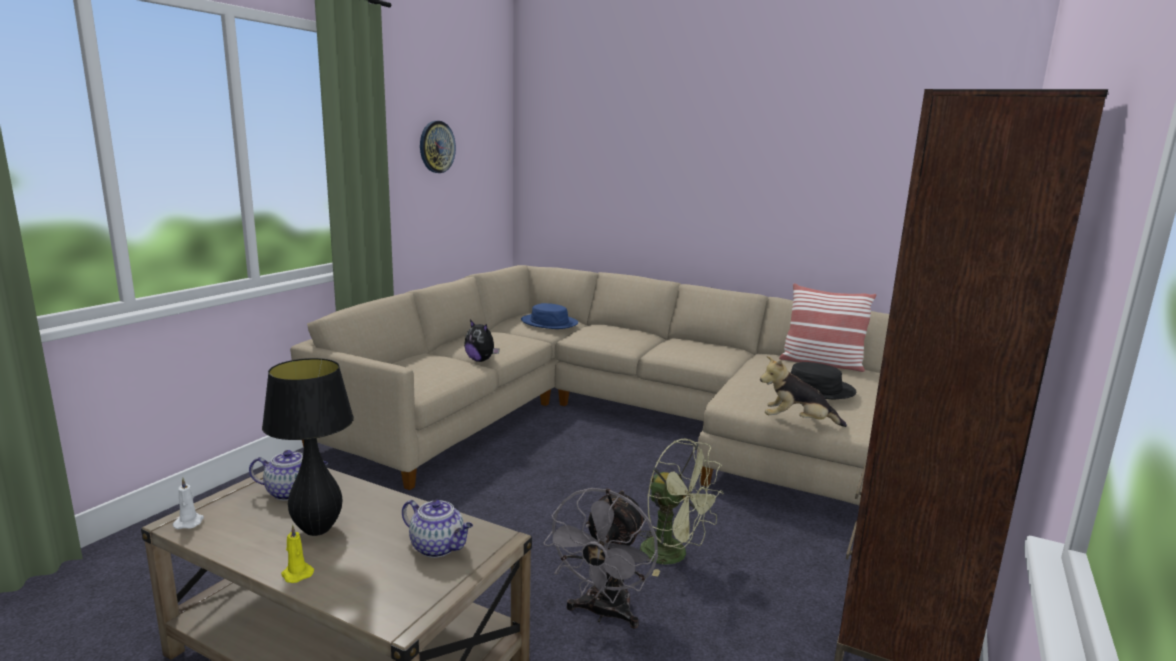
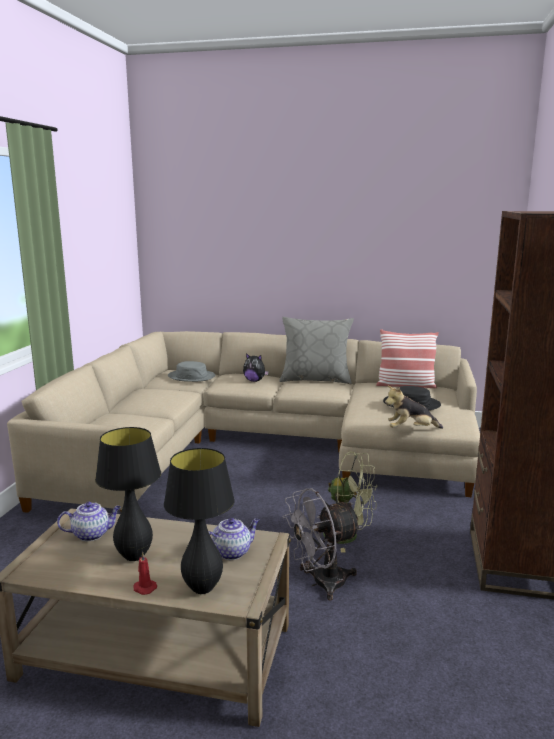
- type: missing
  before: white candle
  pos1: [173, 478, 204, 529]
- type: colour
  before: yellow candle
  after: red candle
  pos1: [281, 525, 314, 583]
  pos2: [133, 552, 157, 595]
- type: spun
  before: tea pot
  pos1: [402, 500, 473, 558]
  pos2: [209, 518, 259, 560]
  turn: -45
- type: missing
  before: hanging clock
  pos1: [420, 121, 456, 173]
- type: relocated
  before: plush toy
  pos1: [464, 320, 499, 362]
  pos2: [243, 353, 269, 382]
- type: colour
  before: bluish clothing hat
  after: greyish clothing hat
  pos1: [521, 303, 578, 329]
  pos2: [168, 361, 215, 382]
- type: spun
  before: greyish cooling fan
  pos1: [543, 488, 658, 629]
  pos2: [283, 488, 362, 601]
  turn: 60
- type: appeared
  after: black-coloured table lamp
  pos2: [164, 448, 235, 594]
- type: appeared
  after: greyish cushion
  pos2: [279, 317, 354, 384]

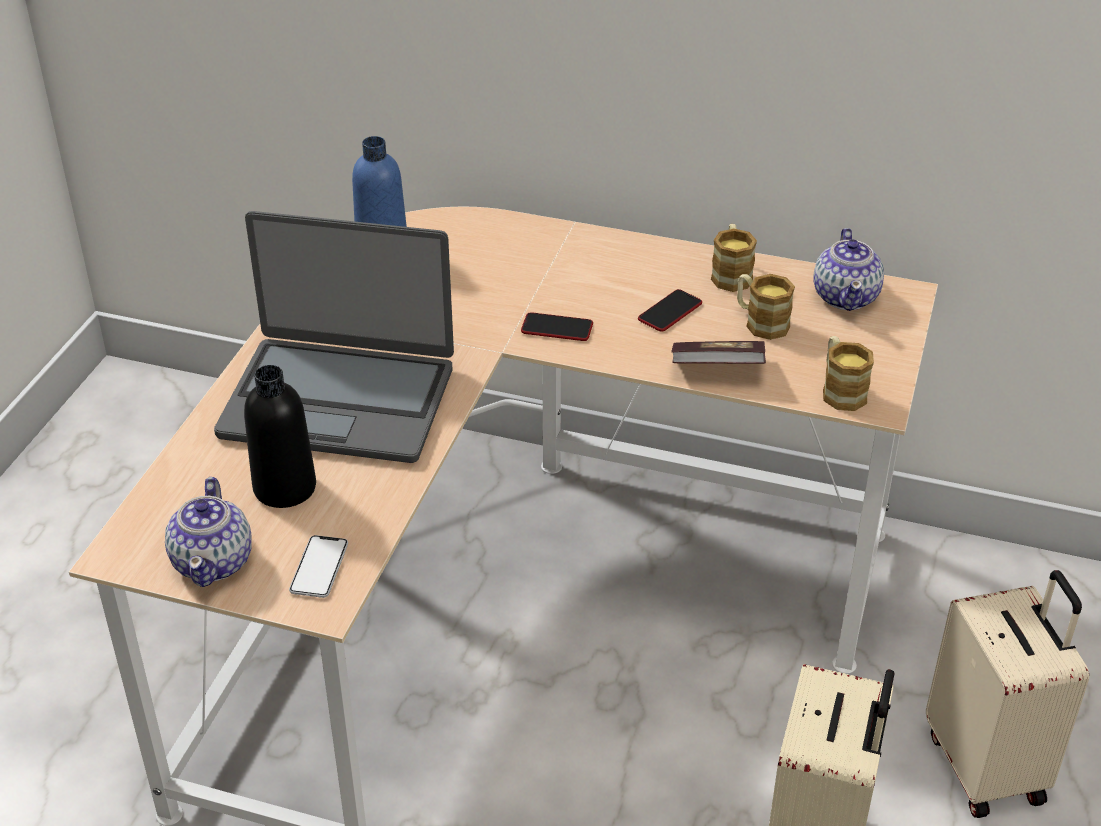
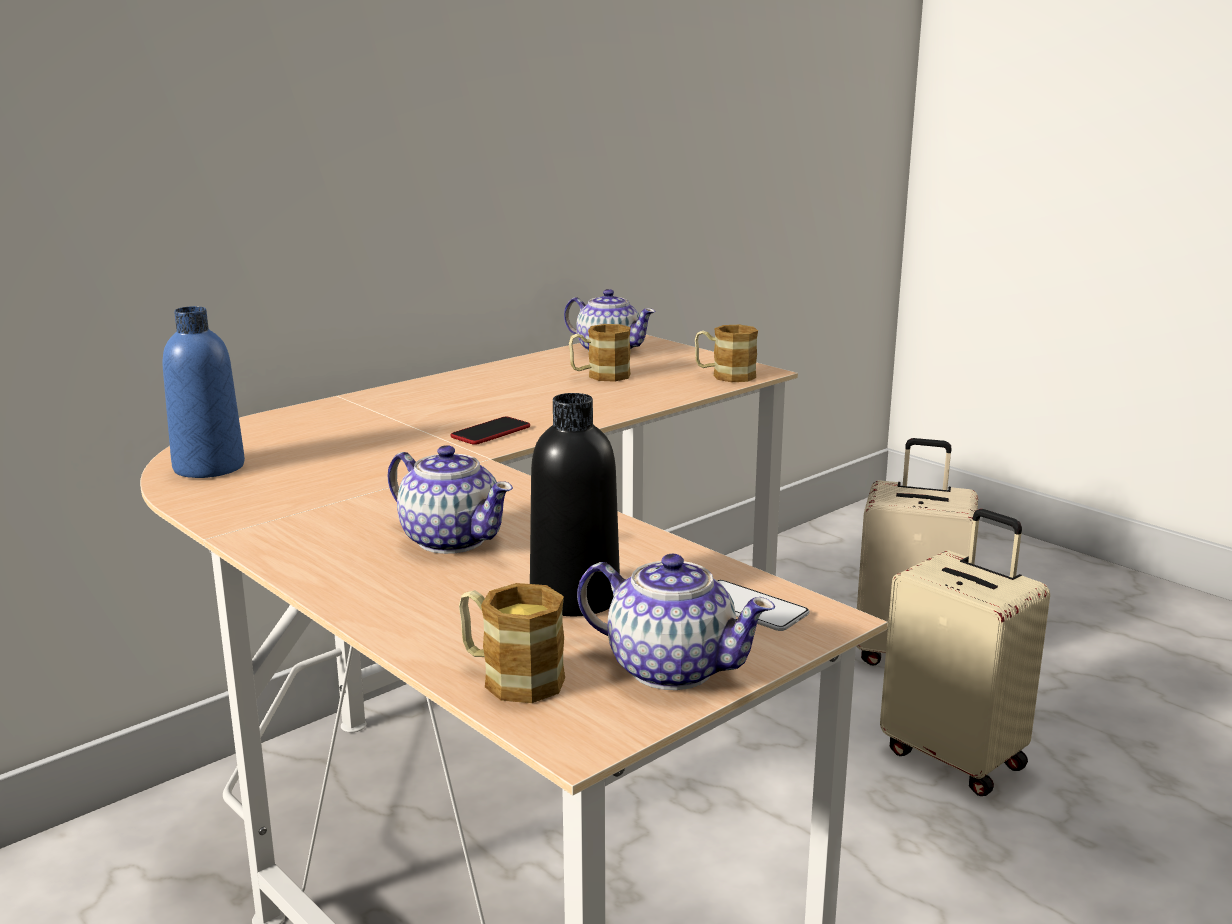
- type: exchanged
  before: portable computer
  after: tea pot
  pos1: [214, 211, 454, 463]
  pos2: [388, 445, 513, 554]
- type: missing
  before: phone
  pos1: [638, 289, 702, 332]
- type: missing
  before: volume
  pos1: [672, 341, 766, 364]
- type: relocated
  before: mug
  pos1: [711, 224, 757, 292]
  pos2: [459, 583, 565, 703]

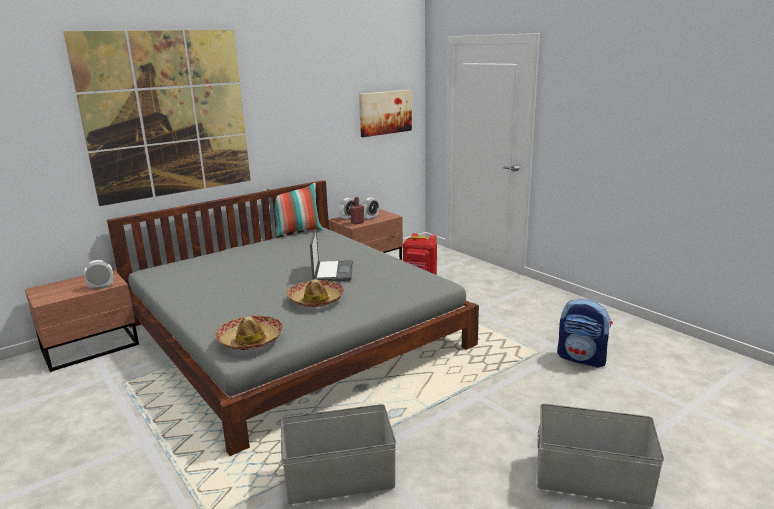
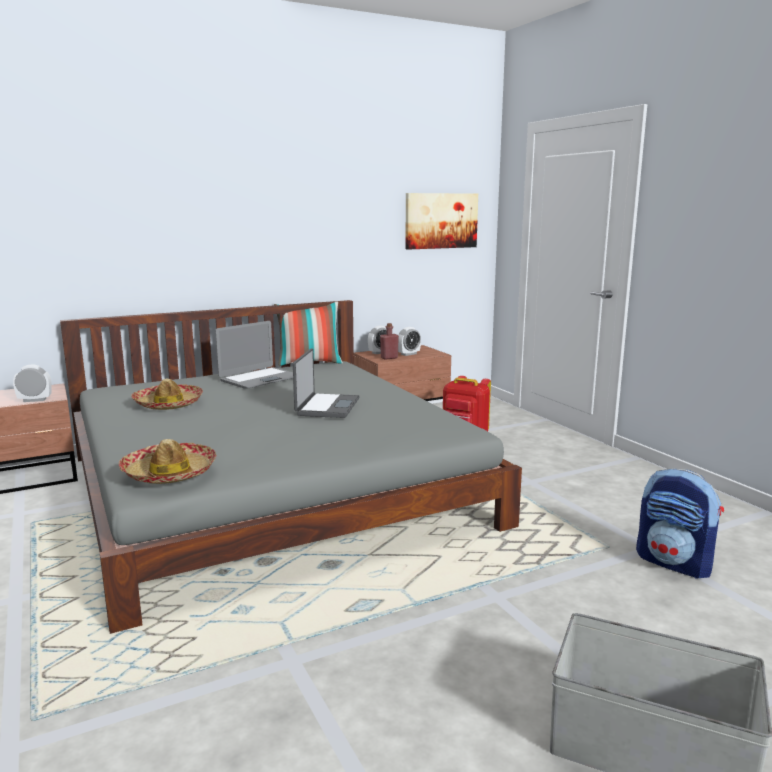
- type: missing
  before: wall picture
  pos1: [63, 30, 251, 206]
- type: missing
  before: greyish storage container
  pos1: [281, 404, 396, 504]
- type: relocated
  before: clothing hat
  pos1: [287, 279, 344, 307]
  pos2: [131, 379, 203, 410]
- type: appeared
  after: portable computer
  pos2: [215, 321, 293, 388]

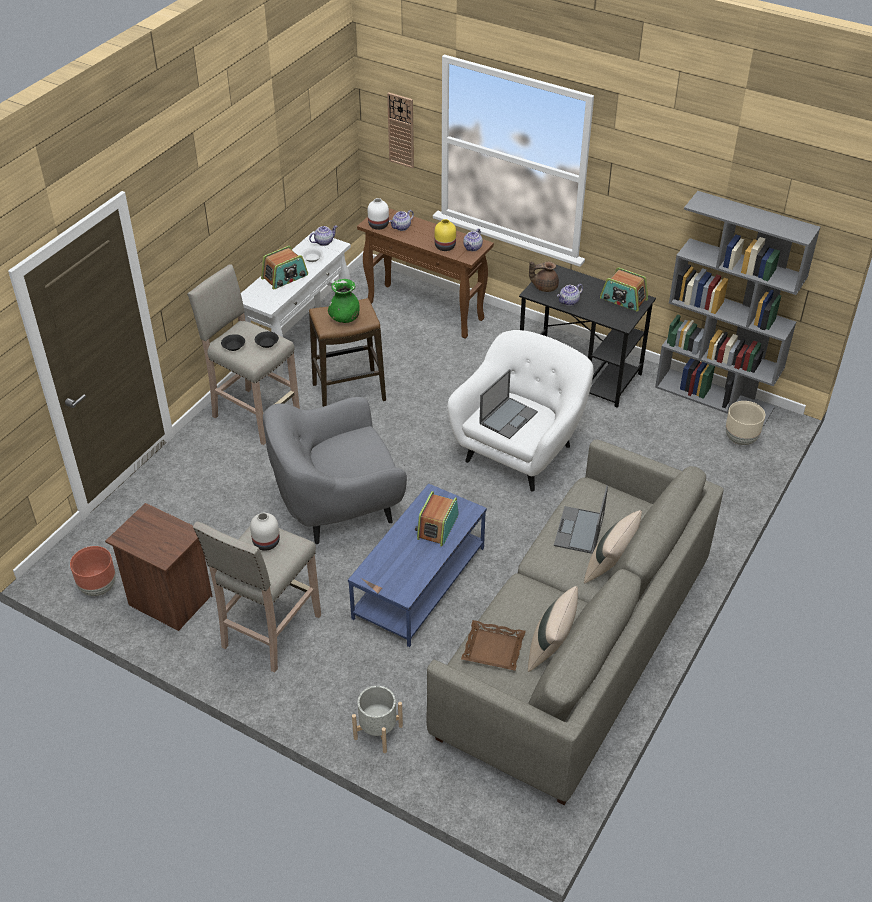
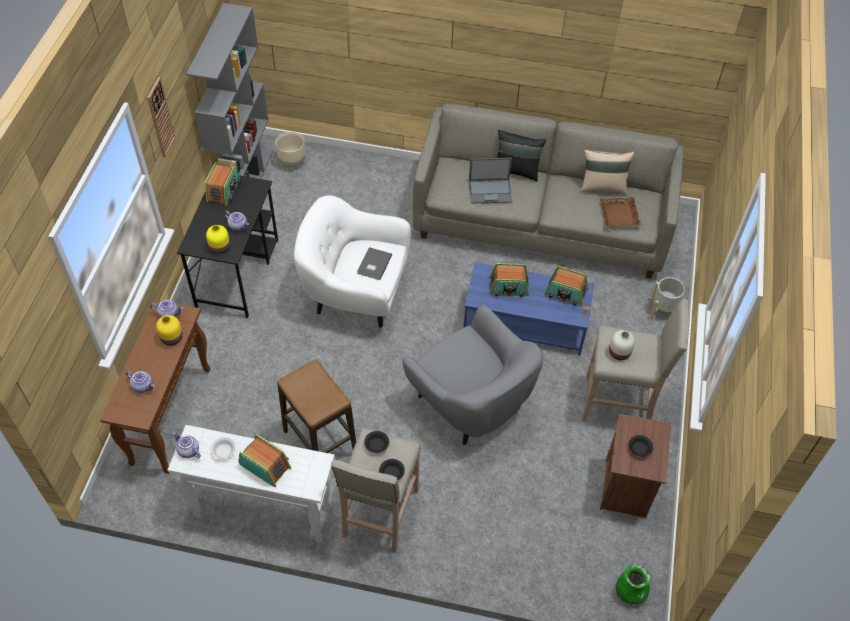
- type: missing
  before: brown plant pot
  pos1: [70, 546, 116, 596]
- type: relocated
  before: greenish flower vase
  pos1: [328, 279, 360, 323]
  pos2: [616, 564, 651, 604]
- type: missing
  before: white flower vase
  pos1: [368, 198, 389, 230]
- type: relocated
  before: hanging clock
  pos1: [387, 92, 414, 168]
  pos2: [147, 77, 175, 157]
- type: exchanged
  before: portable computer
  after: greyish volume
  pos1: [479, 369, 538, 439]
  pos2: [357, 247, 392, 280]
- type: exchanged
  before: brown tea pot
  after: yellow flower vase
  pos1: [529, 261, 559, 292]
  pos2: [206, 225, 230, 254]
- type: colour
  before: beige cushion
  after: black-coloured cushion
  pos1: [584, 510, 642, 584]
  pos2: [497, 130, 546, 181]
- type: appeared
  after: radio set
  pos2: [544, 266, 588, 306]
- type: appeared
  after: black-coloured serving bowl
  pos2: [629, 435, 653, 457]

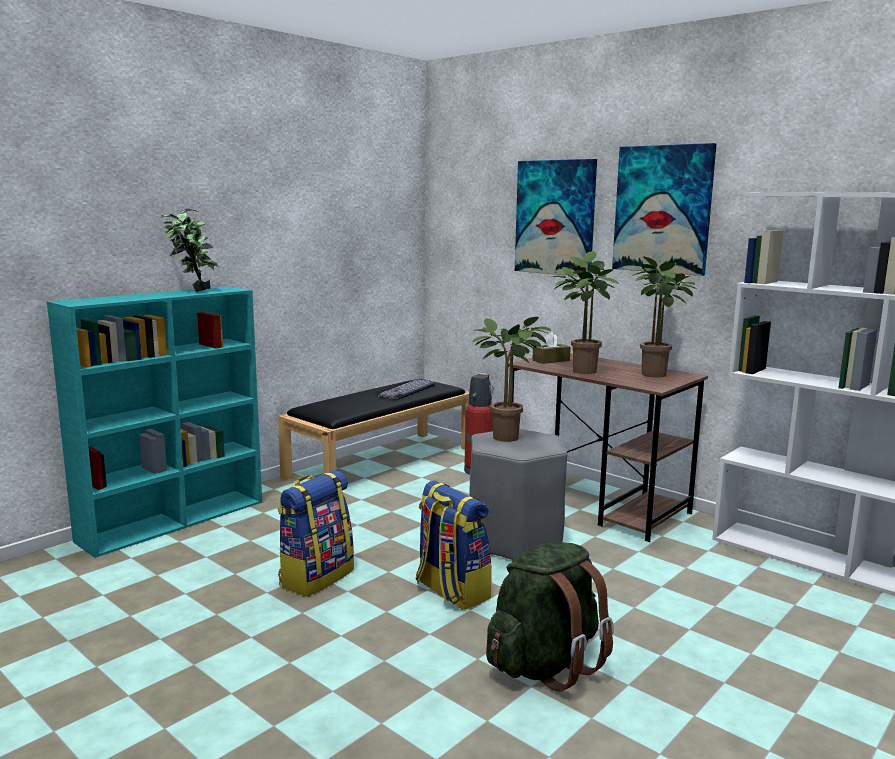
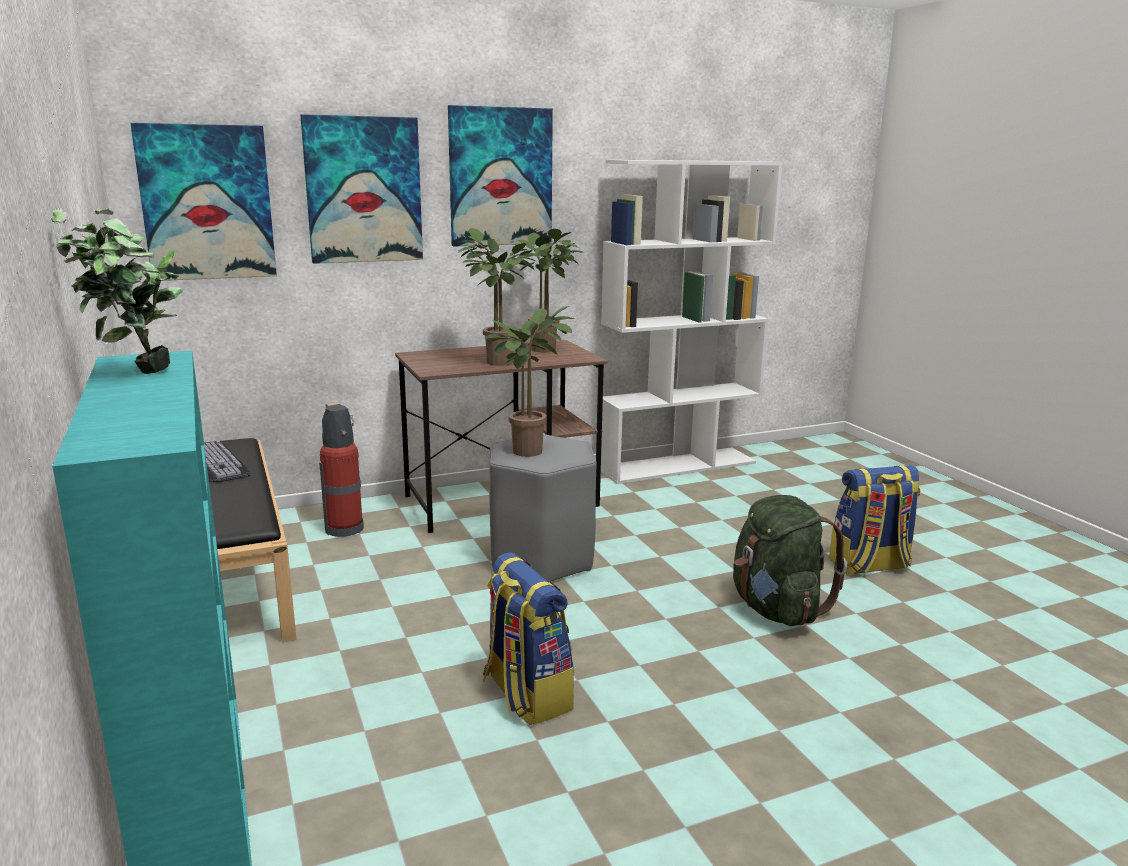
- type: relocated
  before: backpack
  pos1: [416, 480, 492, 610]
  pos2: [829, 465, 921, 575]
- type: missing
  before: brown tissue holder
  pos1: [532, 332, 571, 364]
- type: appeared
  after: wall picture
  pos2: [130, 123, 277, 281]

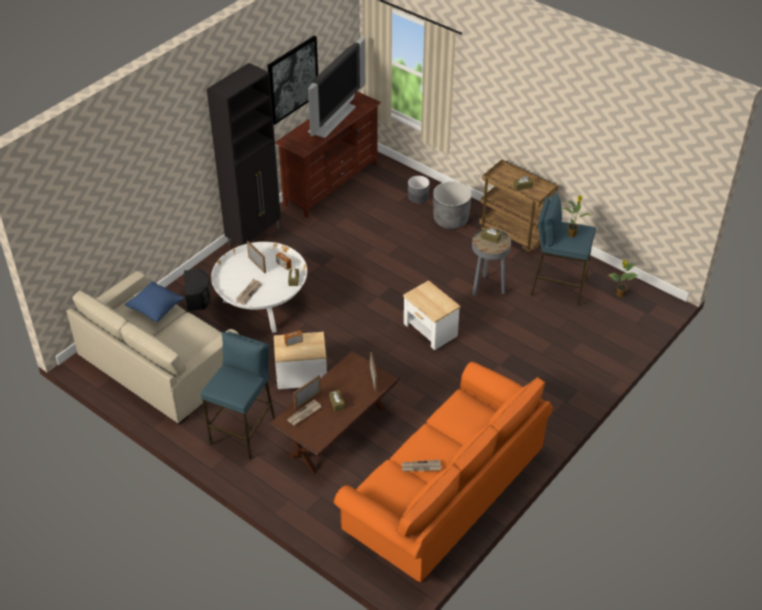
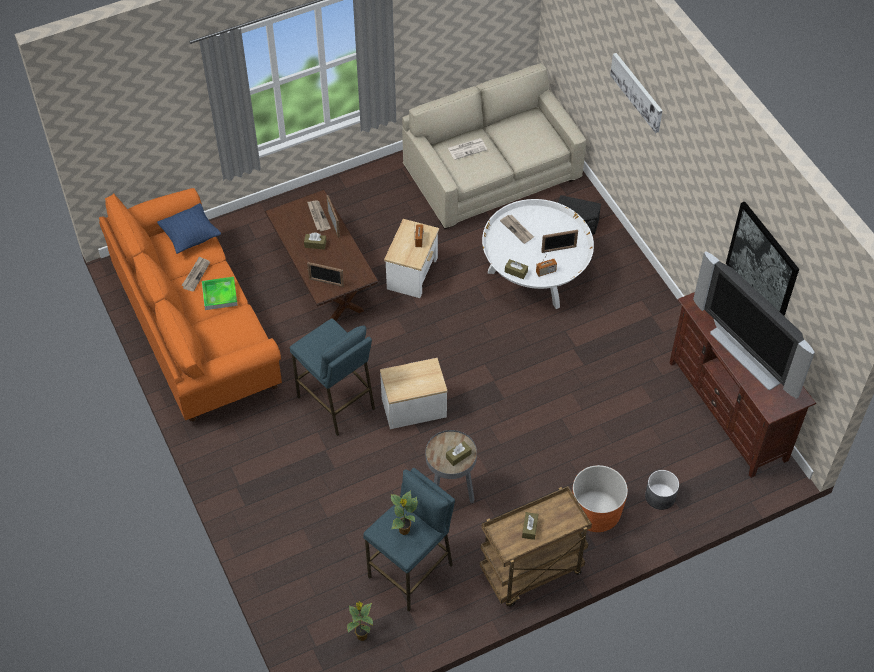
- type: relocated
  before: bluish cushion
  pos1: [125, 281, 184, 322]
  pos2: [157, 203, 221, 254]
- type: relocated
  before: bluish stool seat
  pos1: [201, 331, 275, 460]
  pos2: [290, 318, 375, 436]
- type: missing
  before: black-coloured cabinet
  pos1: [207, 63, 281, 246]
- type: colour
  before: greyish plant pot
  after: orange plant pot
  pos1: [433, 181, 472, 229]
  pos2: [572, 465, 628, 532]
- type: appeared
  after: carrying tray
  pos2: [202, 277, 238, 310]
- type: appeared
  after: newspaper
  pos2: [448, 138, 487, 160]
- type: appeared
  after: wall picture
  pos2: [610, 53, 663, 133]

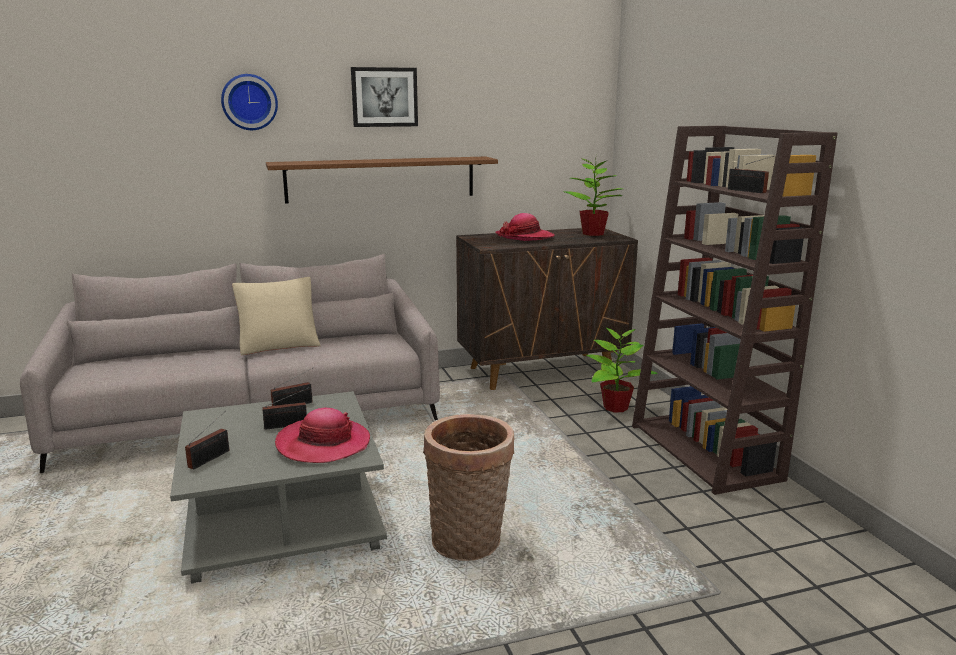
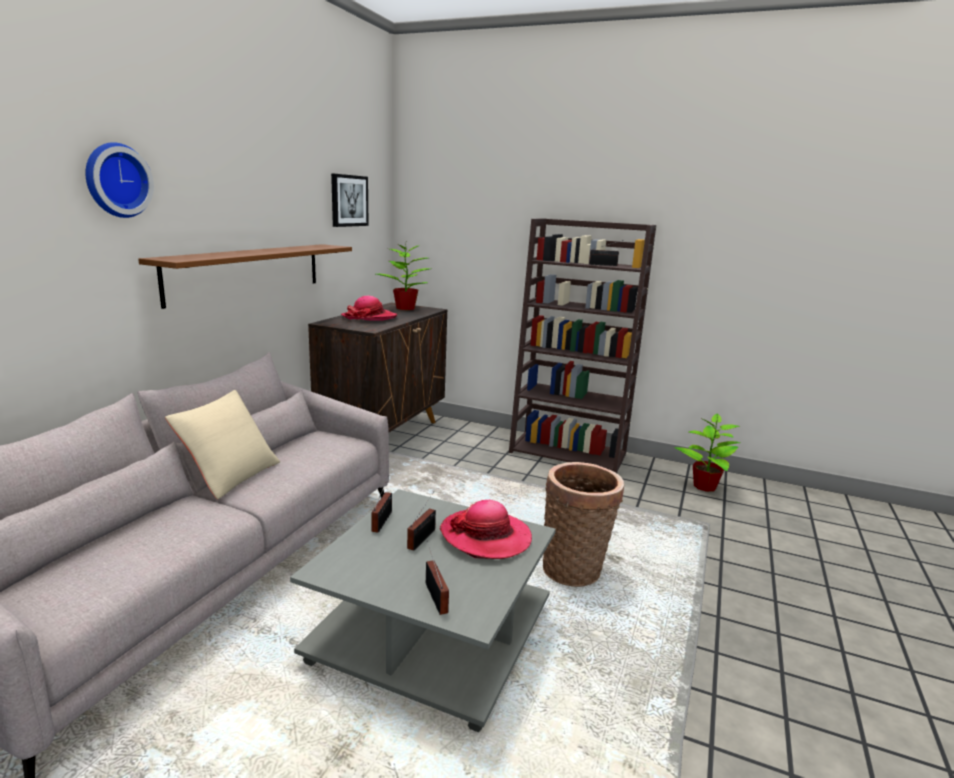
- type: relocated
  before: wall picture
  pos1: [351, 67, 418, 127]
  pos2: [331, 174, 369, 227]
- type: relocated
  before: plant in a pot
  pos1: [586, 328, 658, 413]
  pos2: [675, 414, 741, 492]

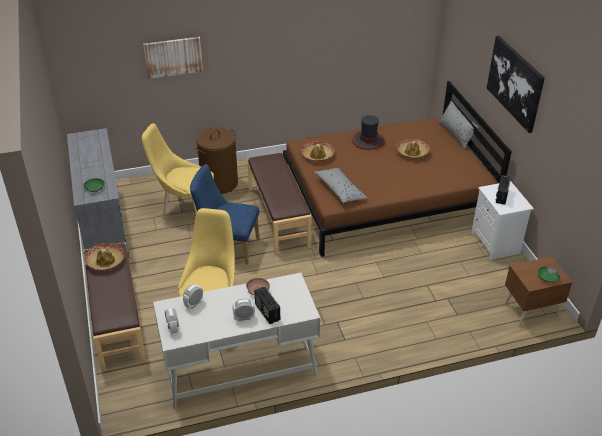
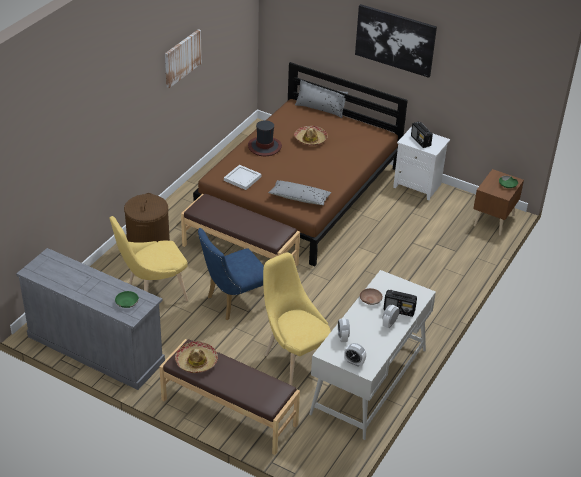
- type: relocated
  before: wall picture
  pos1: [143, 37, 203, 79]
  pos2: [165, 29, 202, 88]
- type: exchanged
  before: clothing hat
  after: white carrying tray
  pos1: [301, 141, 335, 162]
  pos2: [224, 165, 262, 190]

